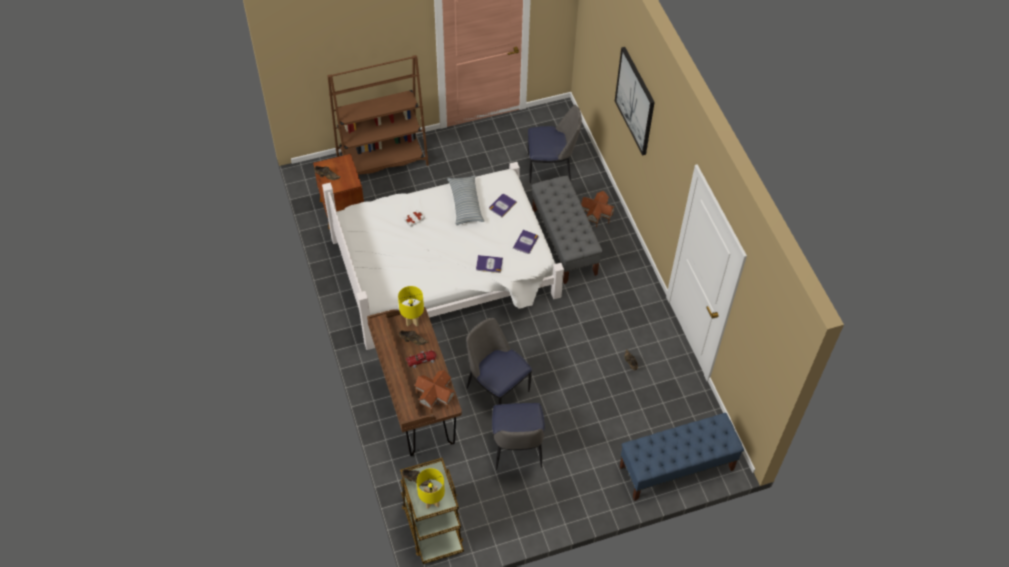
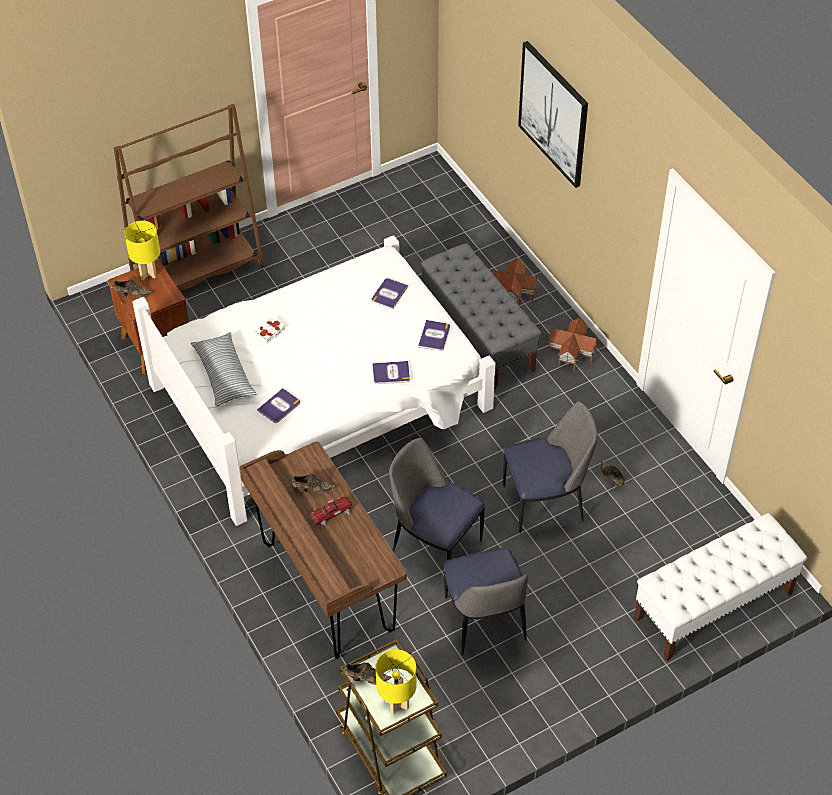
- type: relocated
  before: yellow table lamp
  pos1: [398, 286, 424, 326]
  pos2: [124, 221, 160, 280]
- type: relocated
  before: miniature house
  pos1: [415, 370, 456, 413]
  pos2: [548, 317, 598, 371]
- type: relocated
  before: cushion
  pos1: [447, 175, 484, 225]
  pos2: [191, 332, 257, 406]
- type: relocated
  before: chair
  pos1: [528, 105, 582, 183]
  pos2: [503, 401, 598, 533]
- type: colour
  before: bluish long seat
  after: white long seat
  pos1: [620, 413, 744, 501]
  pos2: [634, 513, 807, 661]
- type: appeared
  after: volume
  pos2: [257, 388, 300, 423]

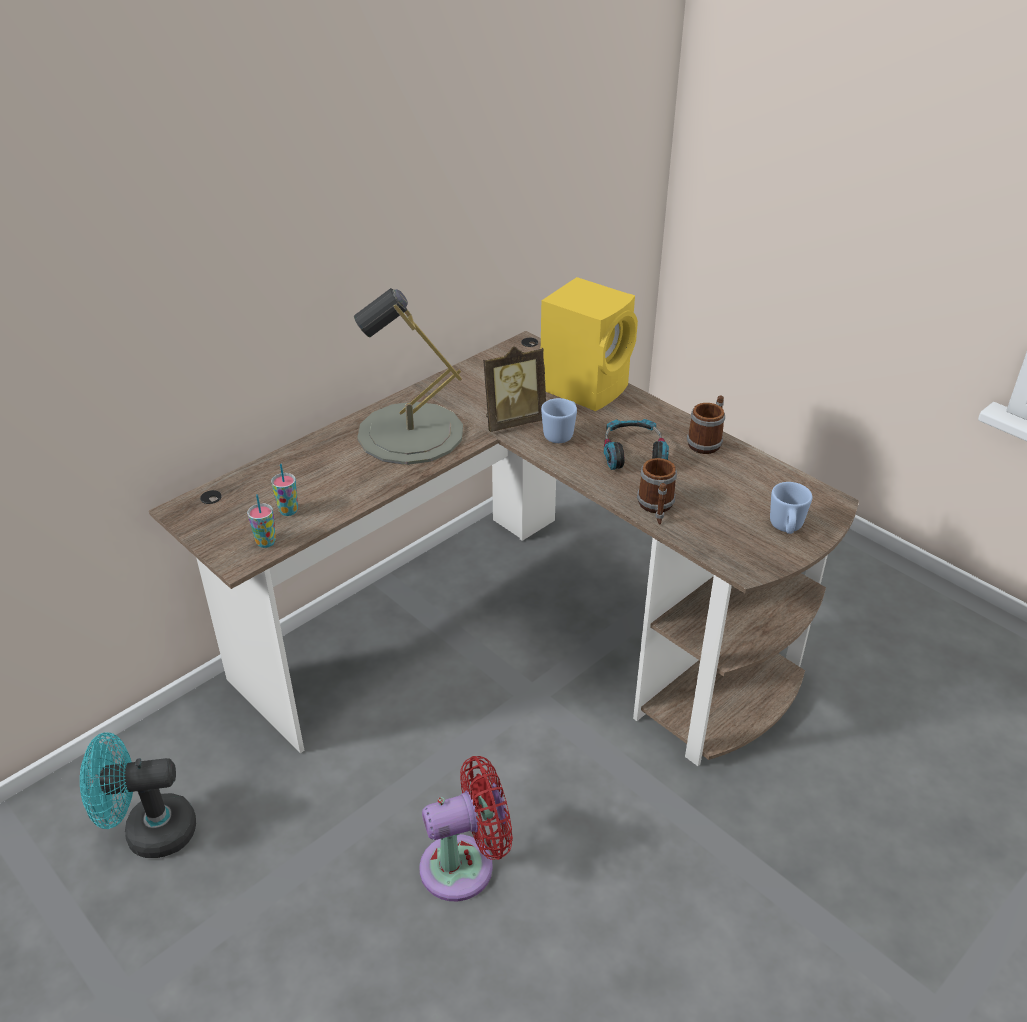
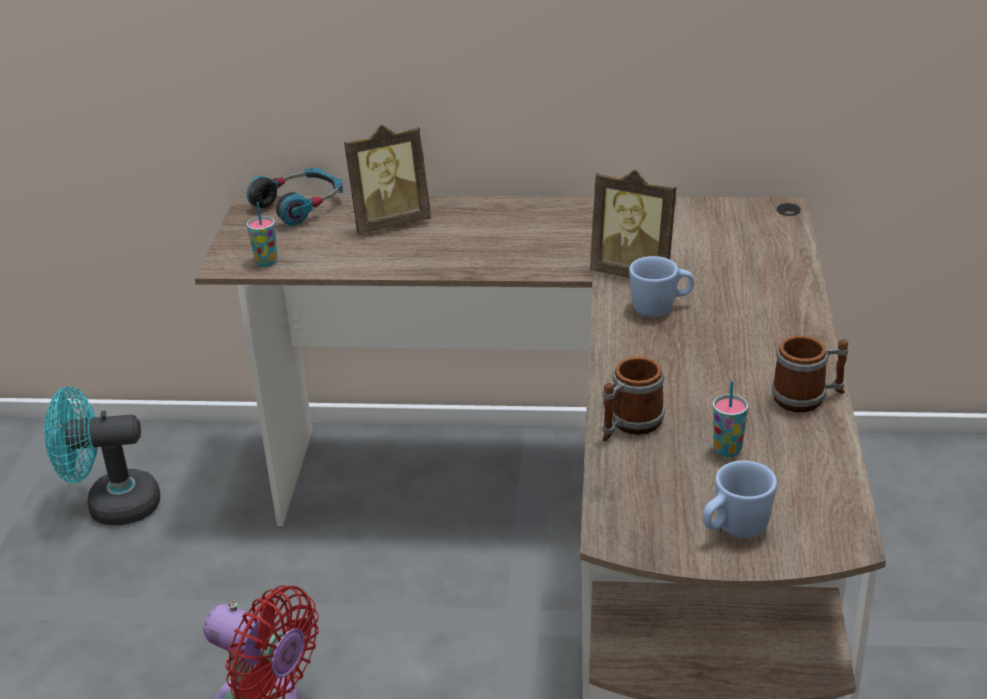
- type: spun
  before: blue-green cooling fan
  pos1: [80, 732, 196, 858]
  pos2: [44, 386, 160, 525]
  turn: -45
- type: relocated
  before: cup
  pos1: [271, 464, 298, 516]
  pos2: [713, 380, 748, 457]
- type: missing
  before: greyish table lamp
  pos1: [354, 288, 463, 465]
- type: missing
  before: yellow audio speaker
  pos1: [541, 277, 638, 411]
- type: relocated
  before: headset
  pos1: [604, 419, 669, 470]
  pos2: [247, 168, 343, 226]
- type: appeared
  after: photo frame
  pos2: [344, 125, 431, 234]

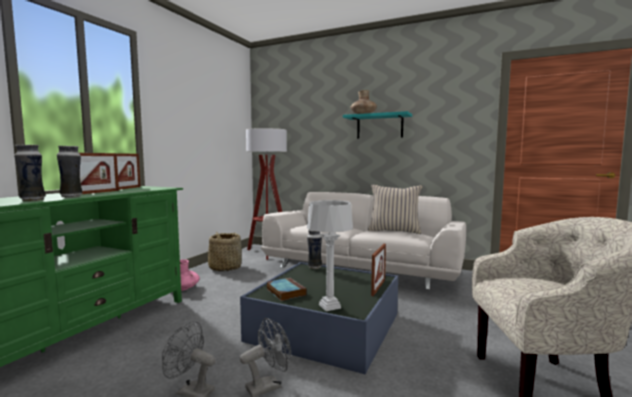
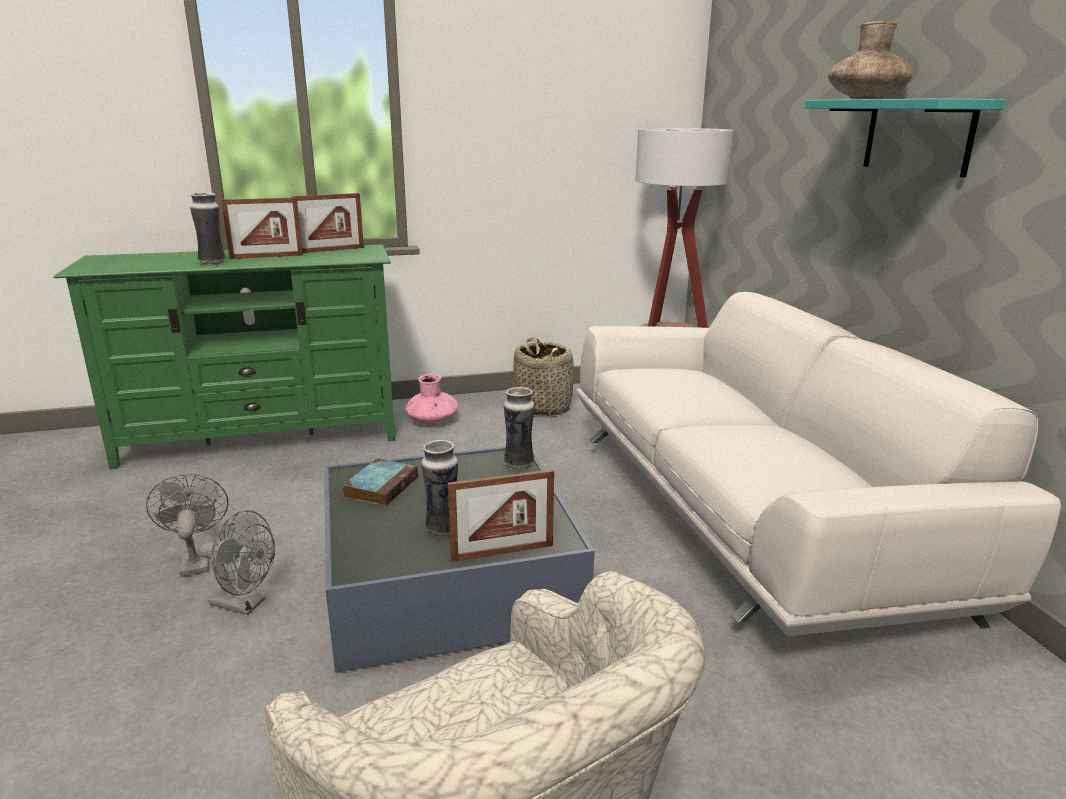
- type: relocated
  before: flower vase
  pos1: [14, 145, 46, 201]
  pos2: [421, 440, 458, 537]
- type: missing
  before: greyish table lamp
  pos1: [307, 200, 353, 311]
- type: missing
  before: beige cushion
  pos1: [368, 185, 423, 234]

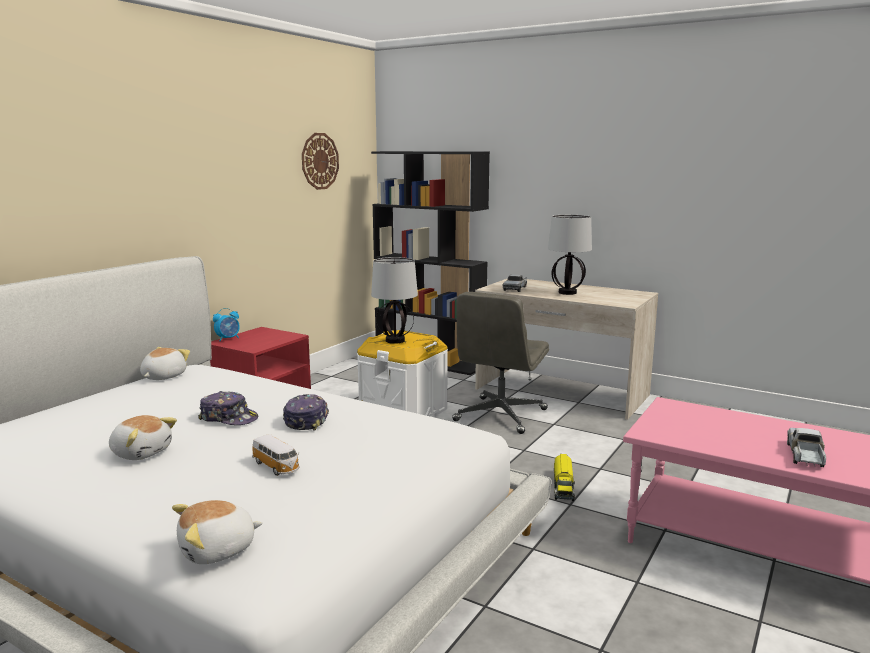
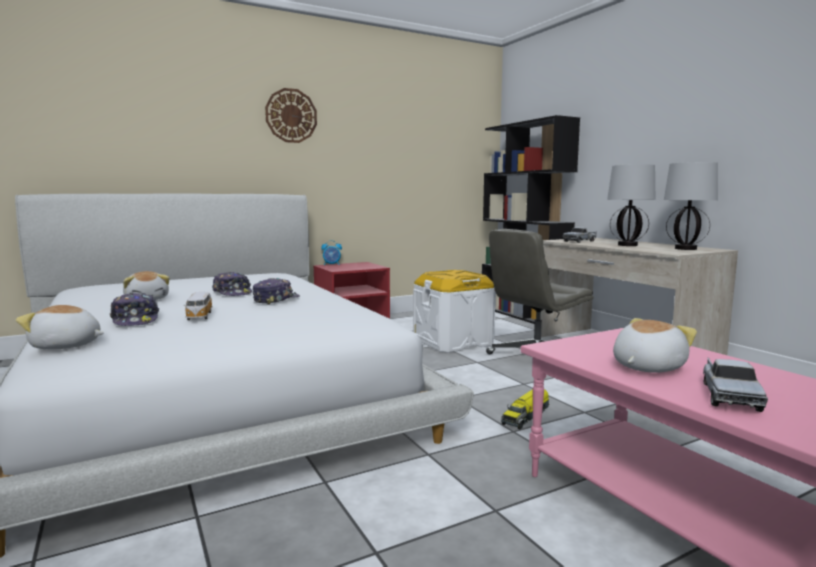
- type: relocated
  before: plush toy
  pos1: [140, 347, 190, 380]
  pos2: [613, 318, 697, 373]
- type: relocated
  before: hanging clock
  pos1: [302, 133, 339, 190]
  pos2: [265, 88, 317, 143]
- type: relocated
  before: table lamp
  pos1: [371, 257, 418, 344]
  pos2: [664, 162, 718, 250]
- type: spun
  before: model truck
  pos1: [787, 428, 826, 467]
  pos2: [703, 358, 768, 412]
  turn: 150
- type: appeared
  after: baseball cap
  pos2: [110, 293, 159, 326]

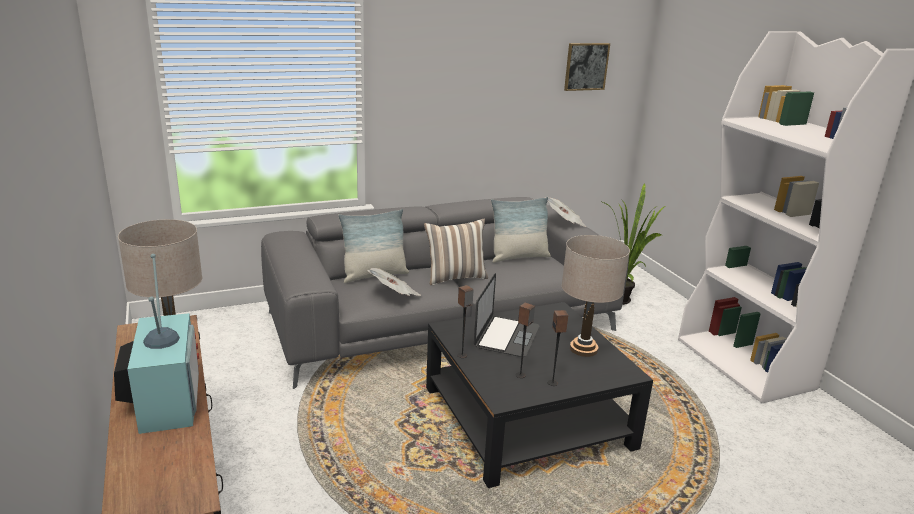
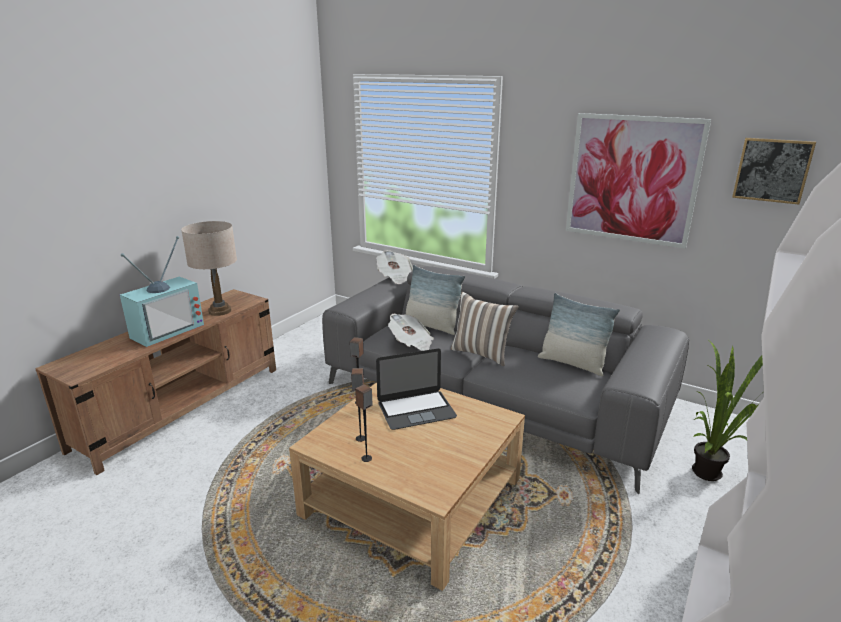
- type: colour
  before: black-coloured coffee table
  after: beige coffee table
  pos1: [426, 302, 653, 488]
  pos2: [289, 382, 525, 591]
- type: relocated
  before: newspaper
  pos1: [545, 197, 586, 227]
  pos2: [376, 250, 413, 284]
- type: missing
  before: beige table lamp
  pos1: [562, 235, 630, 357]
- type: appeared
  after: wall picture
  pos2: [566, 113, 711, 249]

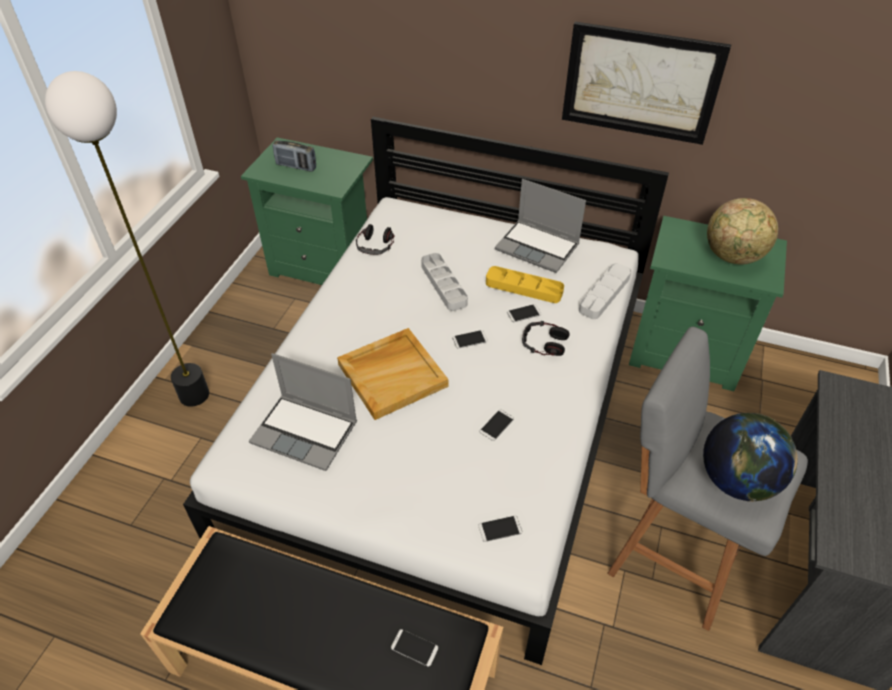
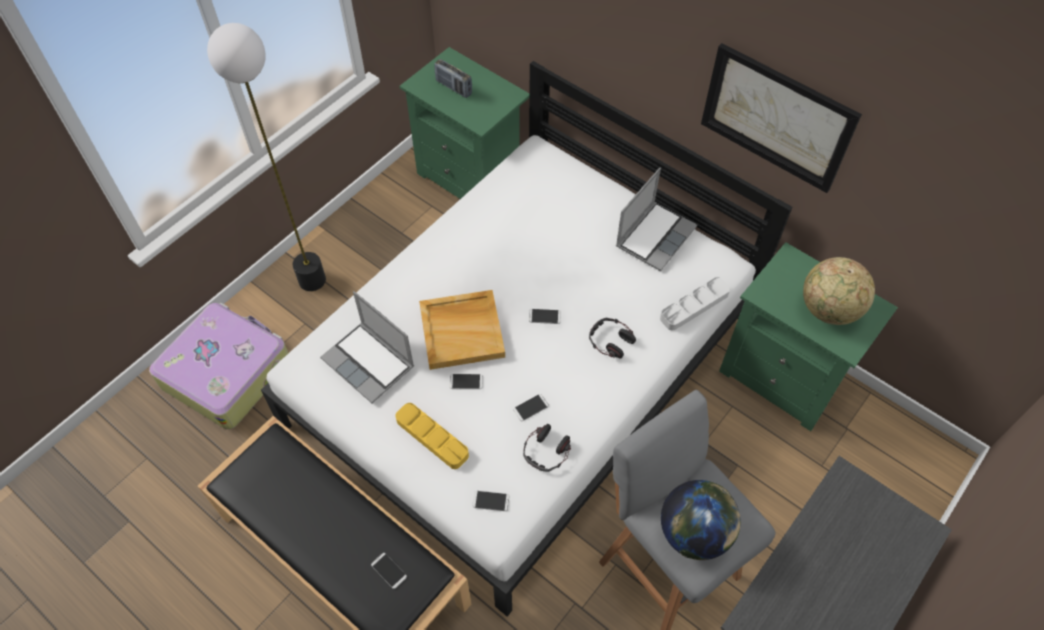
- type: relocated
  before: headset
  pos1: [356, 224, 395, 255]
  pos2: [523, 424, 571, 472]
- type: missing
  before: greyish carrying tray
  pos1: [421, 253, 468, 311]
- type: relocated
  before: yellow carrying tray
  pos1: [486, 266, 564, 303]
  pos2: [395, 403, 469, 469]
- type: spun
  before: portable computer
  pos1: [495, 179, 586, 273]
  pos2: [616, 167, 697, 271]
  turn: -105
- type: relocated
  before: phone
  pos1: [507, 304, 542, 322]
  pos2: [449, 374, 483, 389]
- type: appeared
  after: piece of luggage
  pos2: [149, 303, 288, 429]

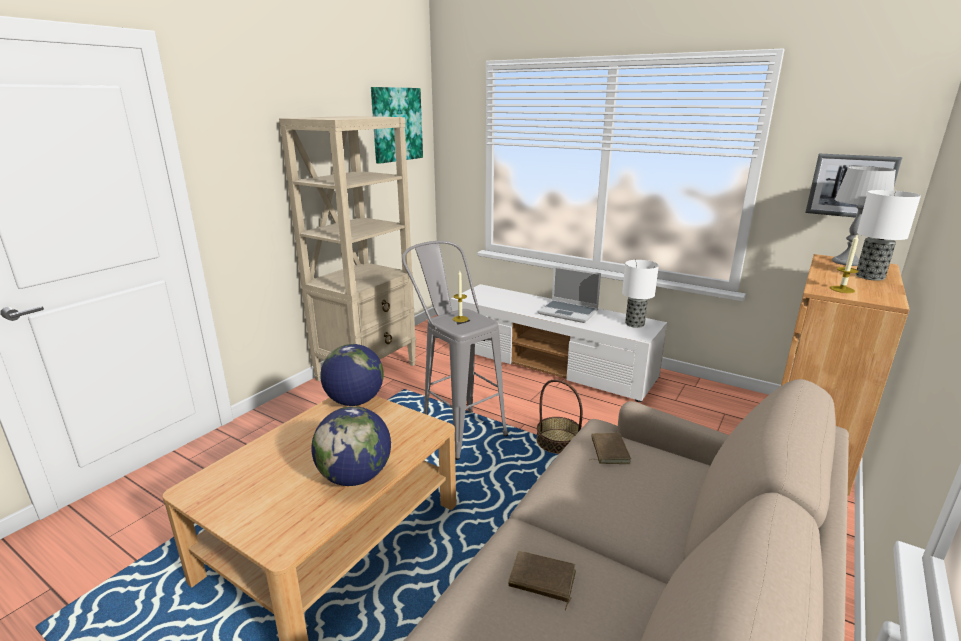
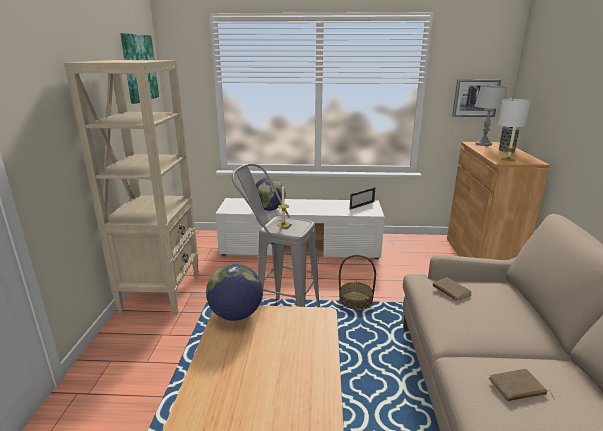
- type: relocated
  before: world globe
  pos1: [312, 406, 391, 486]
  pos2: [255, 177, 286, 211]
- type: missing
  before: portable computer
  pos1: [538, 266, 601, 323]
- type: exchanged
  before: table lamp
  after: photo frame
  pos1: [622, 260, 659, 328]
  pos2: [350, 187, 375, 210]

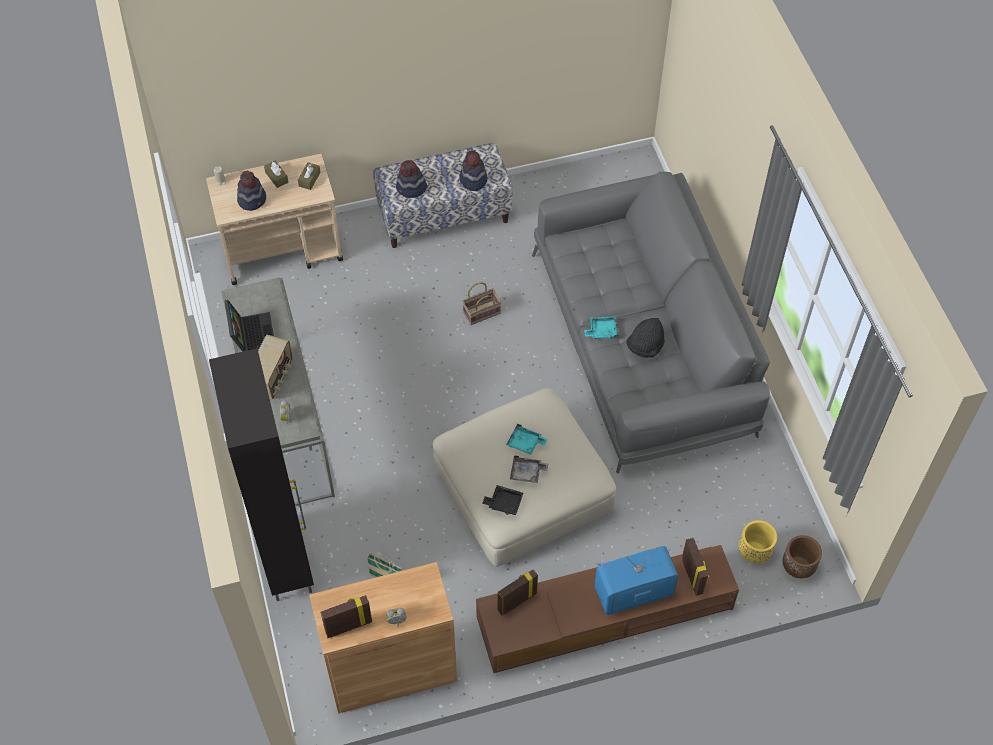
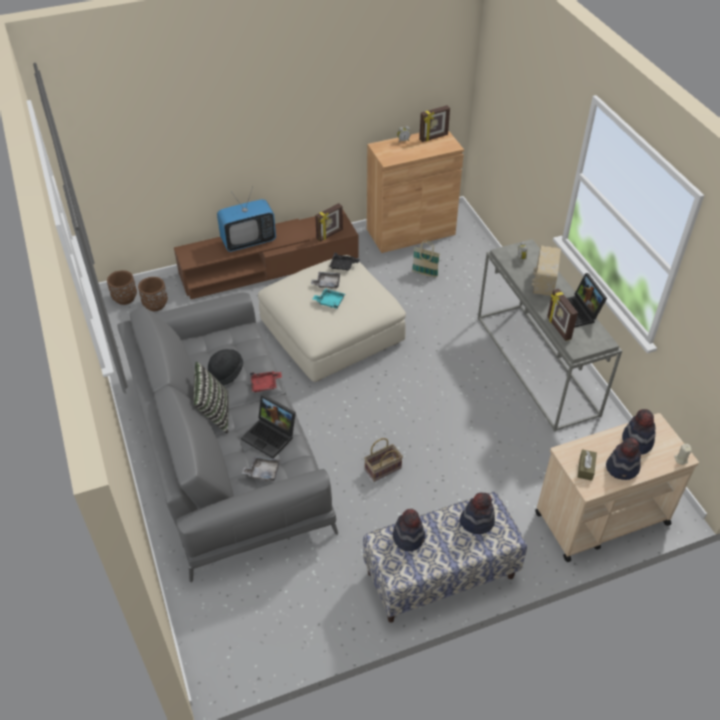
- type: missing
  before: black-coloured cabinet
  pos1: [209, 348, 314, 601]
- type: exchanged
  before: brown tissue holder
  after: clothing hat
  pos1: [264, 160, 288, 188]
  pos2: [606, 438, 641, 480]
- type: colour
  before: blue-green carrying tray
  after: red carrying tray
  pos1: [584, 316, 619, 339]
  pos2: [250, 371, 282, 392]
- type: relocated
  before: photo frame
  pos1: [681, 538, 709, 596]
  pos2: [547, 289, 578, 341]
- type: colour
  before: yellow plant pot
  after: brown plant pot
  pos1: [739, 520, 777, 563]
  pos2: [138, 277, 168, 311]
- type: appeared
  after: cushion
  pos2: [193, 362, 229, 434]
- type: appeared
  after: portable computer
  pos2: [241, 394, 296, 459]
- type: appeared
  after: greyish carrying tray
  pos2: [242, 456, 280, 481]

